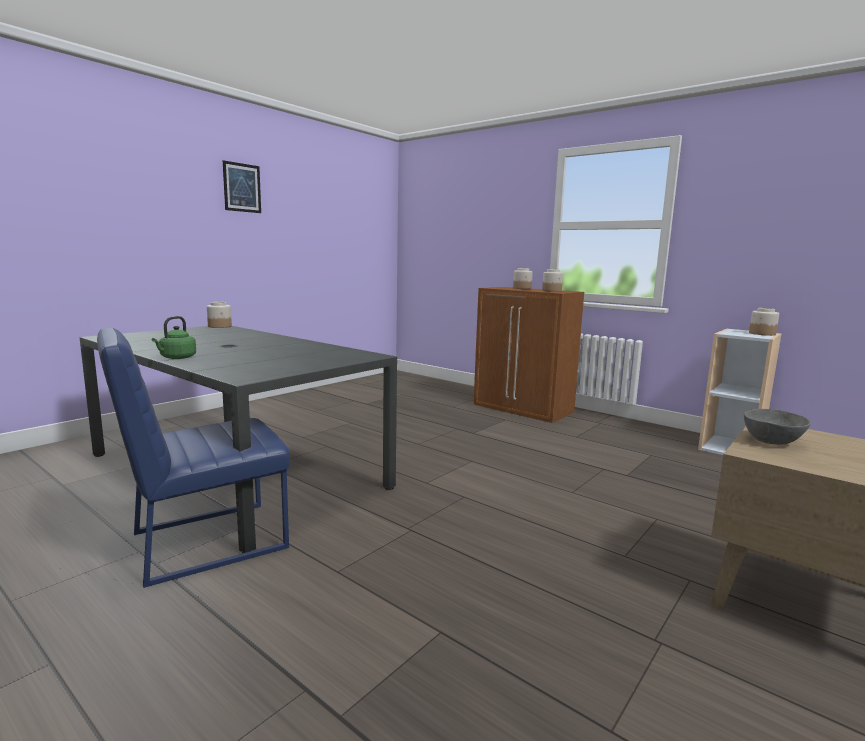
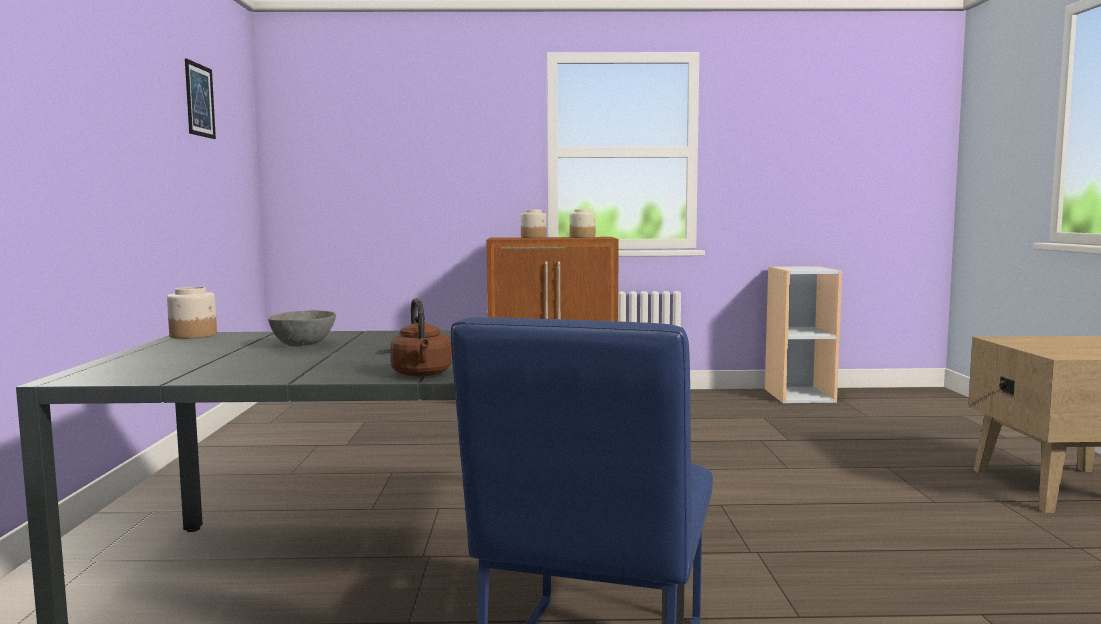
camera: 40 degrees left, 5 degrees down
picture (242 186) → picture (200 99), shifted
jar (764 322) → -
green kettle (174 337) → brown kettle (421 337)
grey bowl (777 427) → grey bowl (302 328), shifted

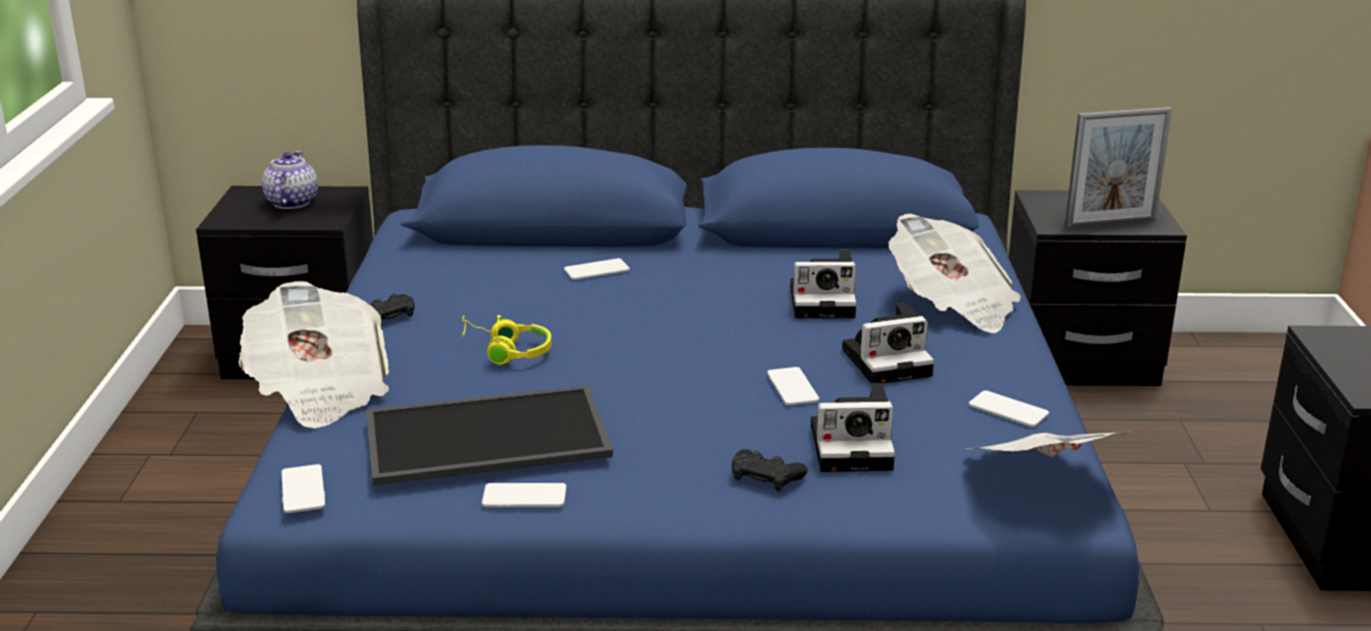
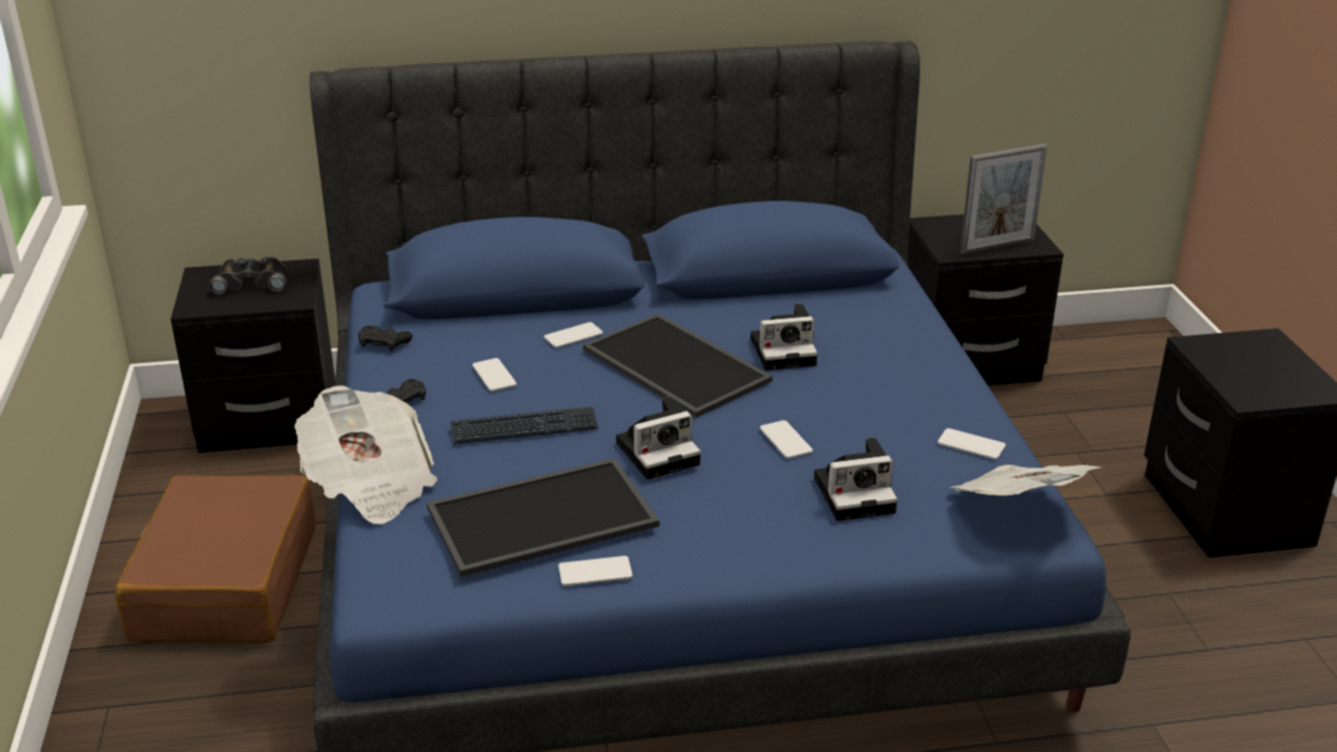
camera: 10 degrees left, 5 degrees up
teapot (290 180) → black binoculars (248 276)
newspaper (955 273) → -
photo camera (888 343) → photo camera (658 438), shifted
yellow headphones (506 340) → keyboard (524 425)
black game controller (770 470) → black game controller (385 338), shifted
phone (303 488) → phone (494 375), shifted
- → tray (678 366)
- → brown suitcase (215 559)

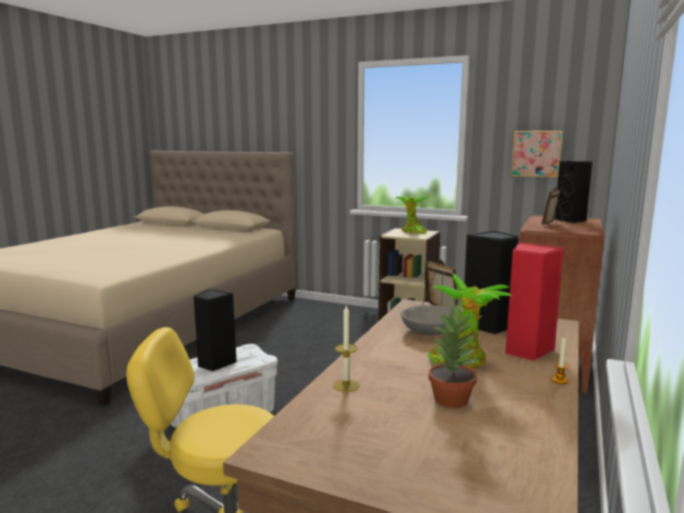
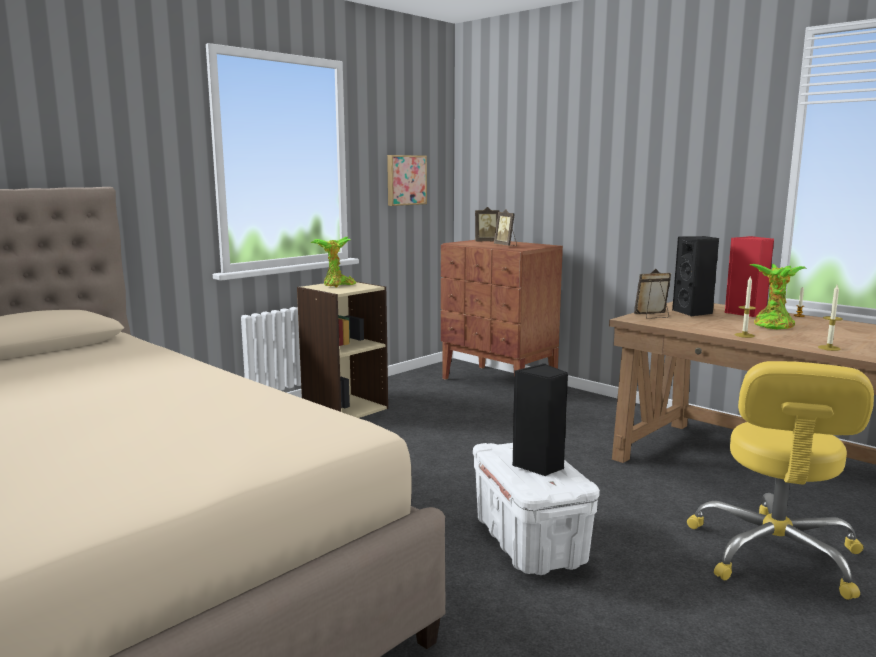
camera: 70 degrees left, 0 degrees up
black speaker (573 192) → picture frame (487 224)
potted plant (454 356) → -
grey bowl (431 320) → -
- → candle (745 306)

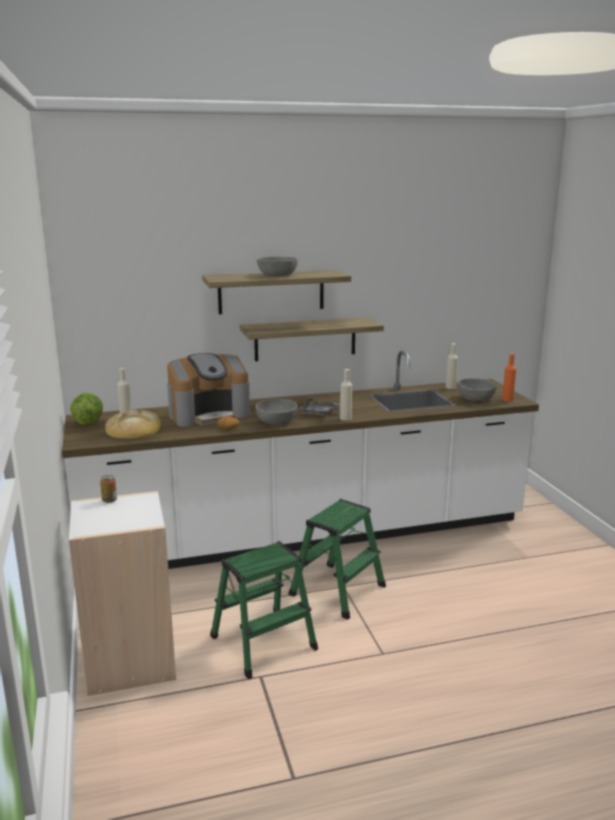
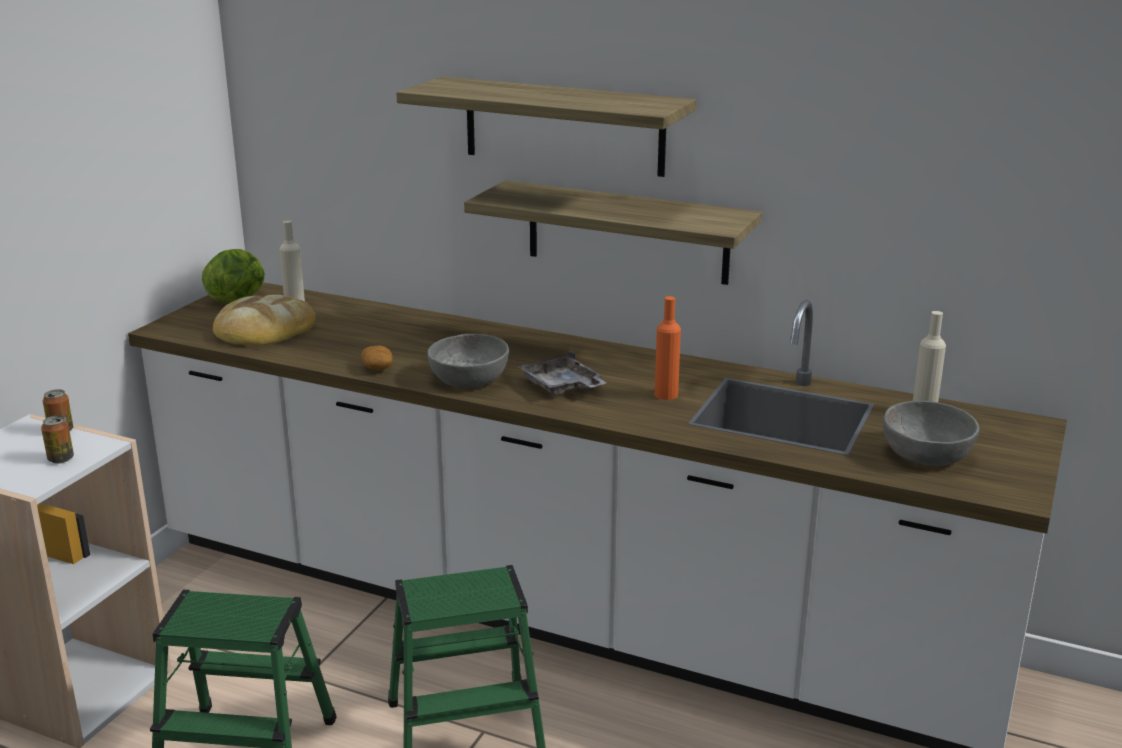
camera: 40 degrees right, 5 degrees up
grey bowl (277 266) → -
coffee machine (208 390) → -
orange bottle (509 378) → orange bottle (668 348), shifted
beige bottle (346 395) → -
- → can (57 439)

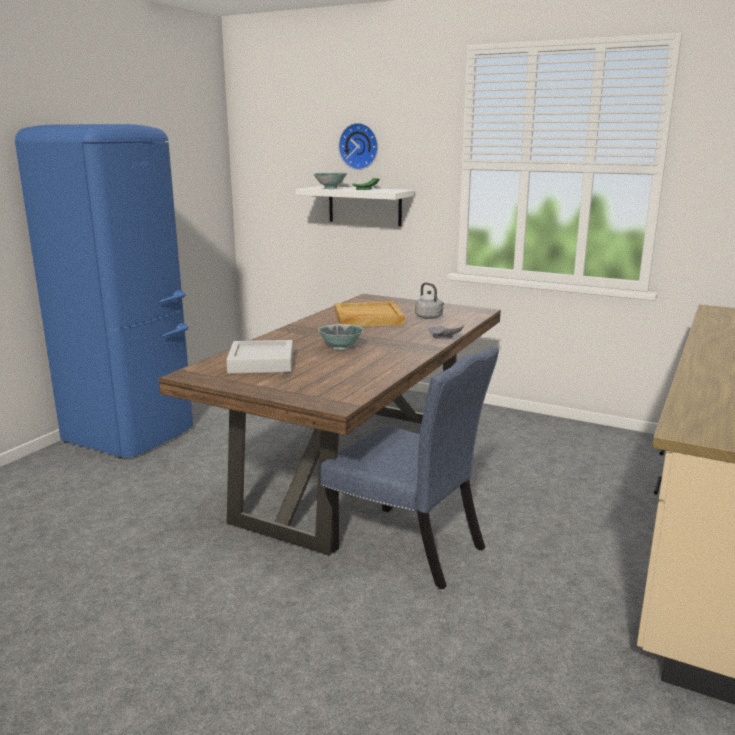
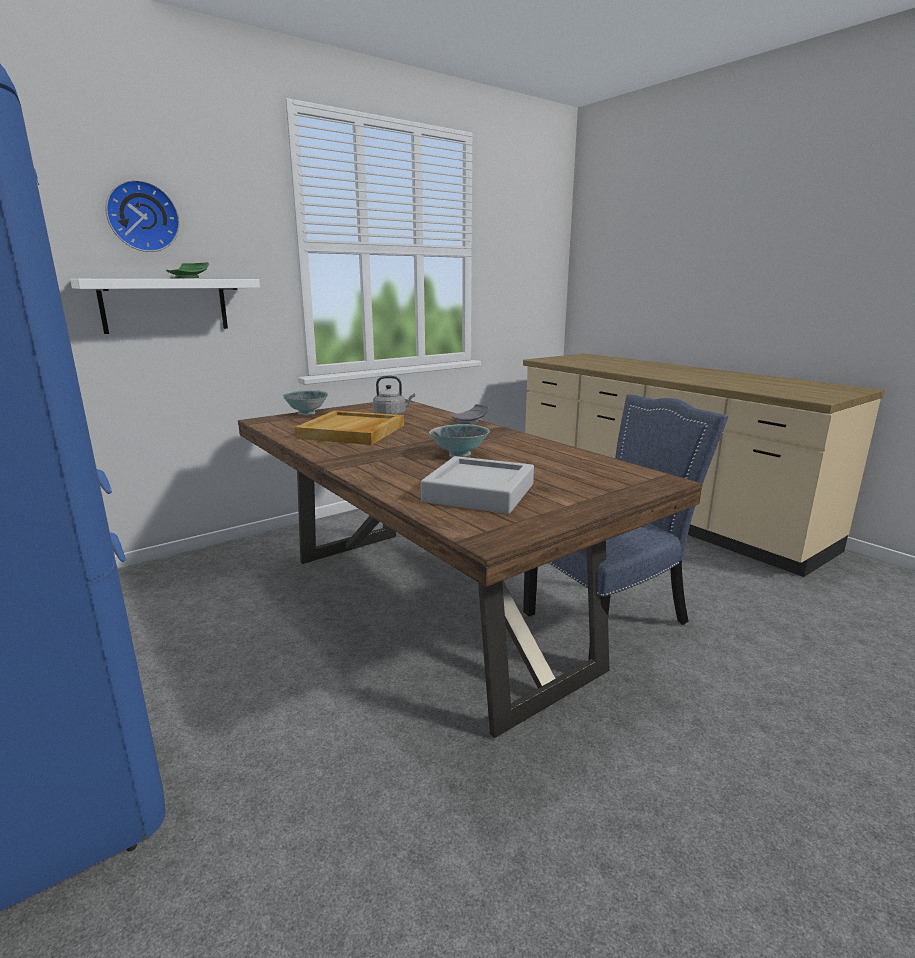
camera: 65 degrees left, 0 degrees up
bowl (330 181) → bowl (305 402), shifted

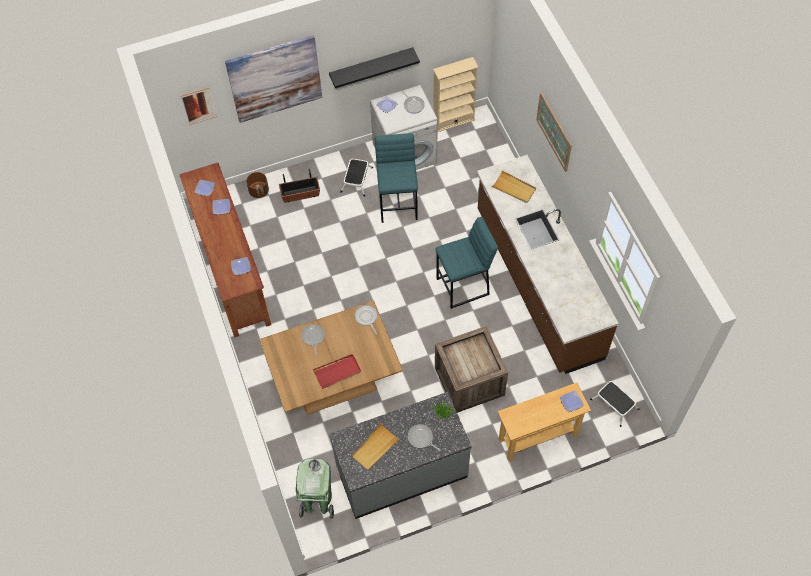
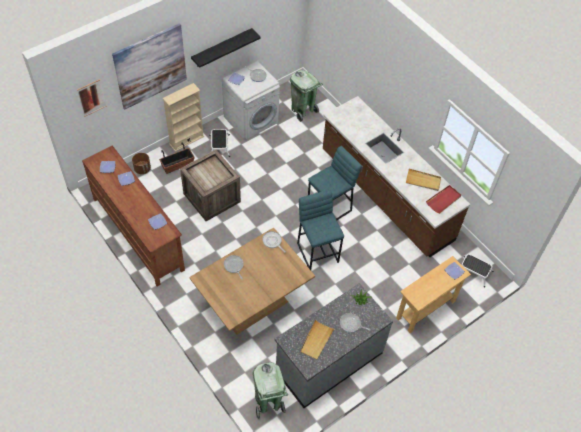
camera: 20 degrees left, 5 degrees down
beige bookcase (456 94) → beige bookcase (183 117), shifted
picture (554 132) → -
turquoise stool (396 178) → turquoise stool (320 230), shifted
beige tray (514 187) → beige tray (423 180), shifted
crate (471 369) → crate (210 185), shifted
red tray (337 371) → red tray (443 199), shifted
- → green trash can (306 96)

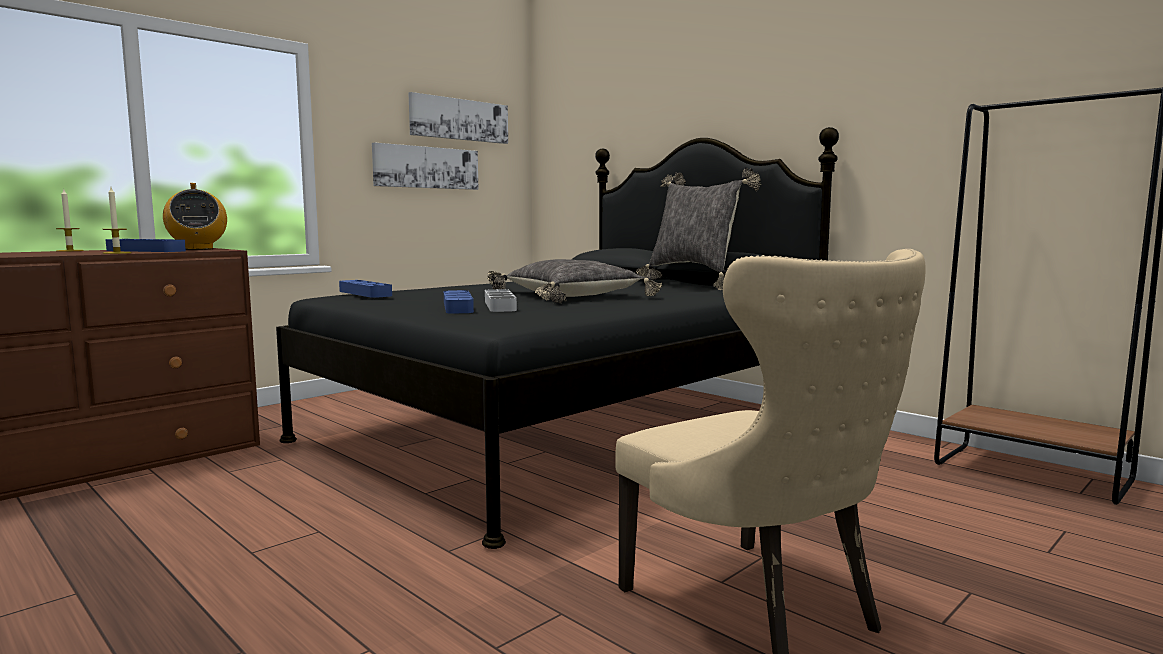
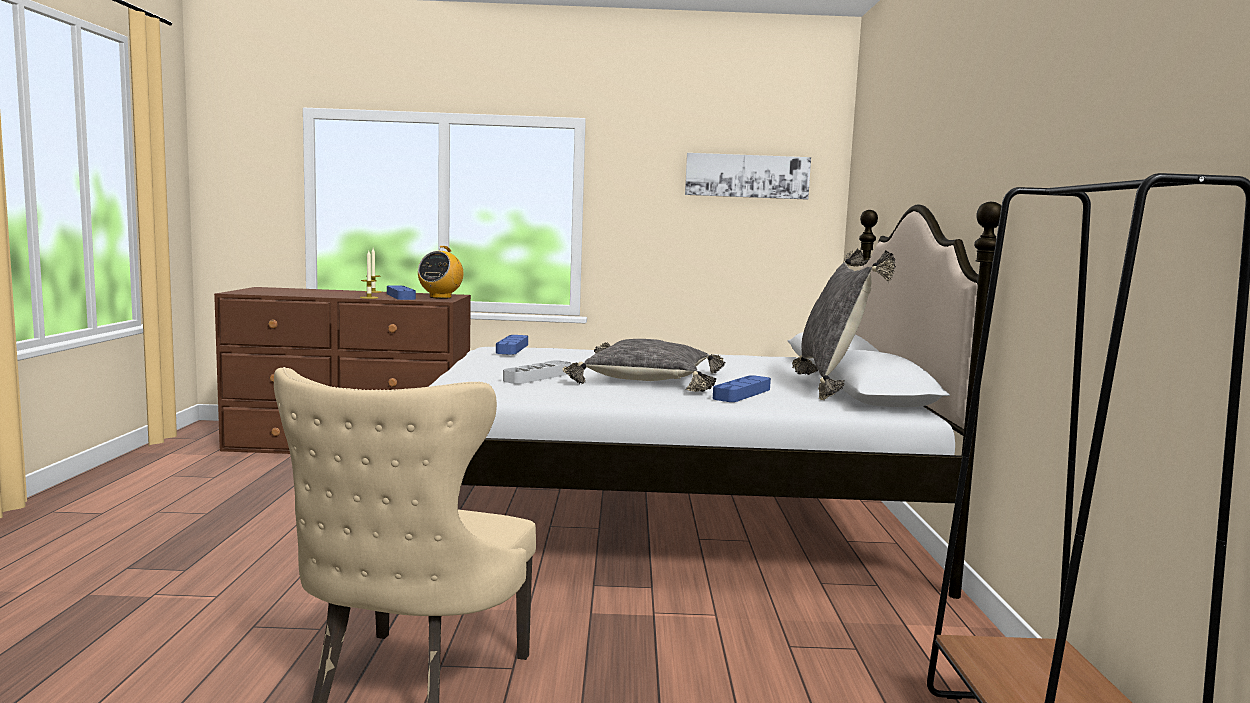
camera: 45 degrees right, 0 degrees up
black bed (557 338) → white bed (714 400)
picture (425 166) → -
blue tray (459 302) → blue tray (742 388), shifted

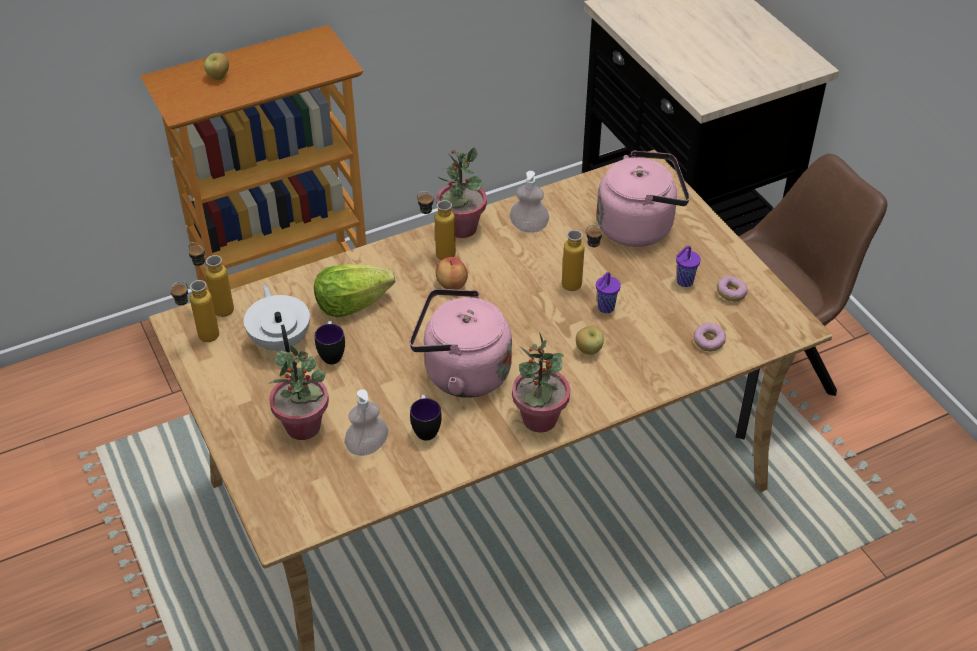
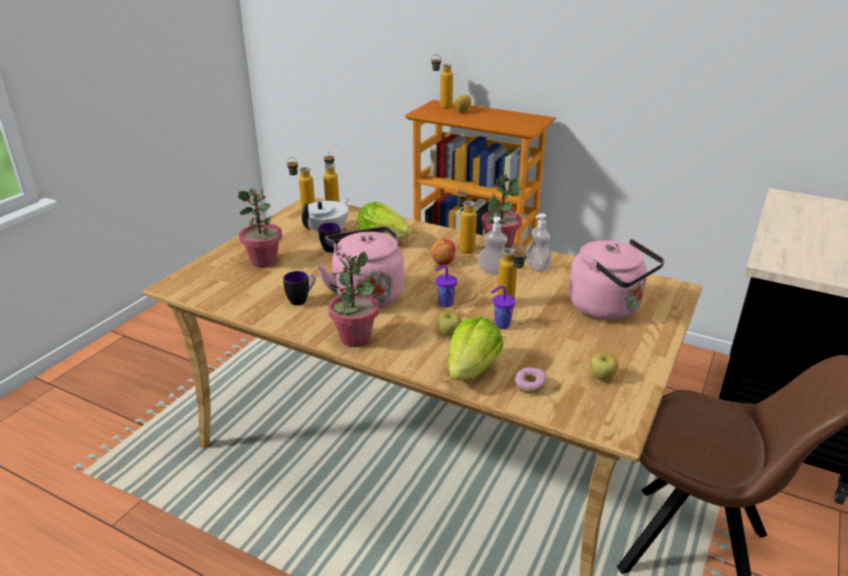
camera: 55 degrees right, 15 degrees down
purple cup (688 266) → purple cup (446 286), shifted
donut (732 288) → apple (604 365)
soap dispenser (366 422) → soap dispenser (493 246), shifted
- → bottle (442 81)
- → lettuce (475 349)

